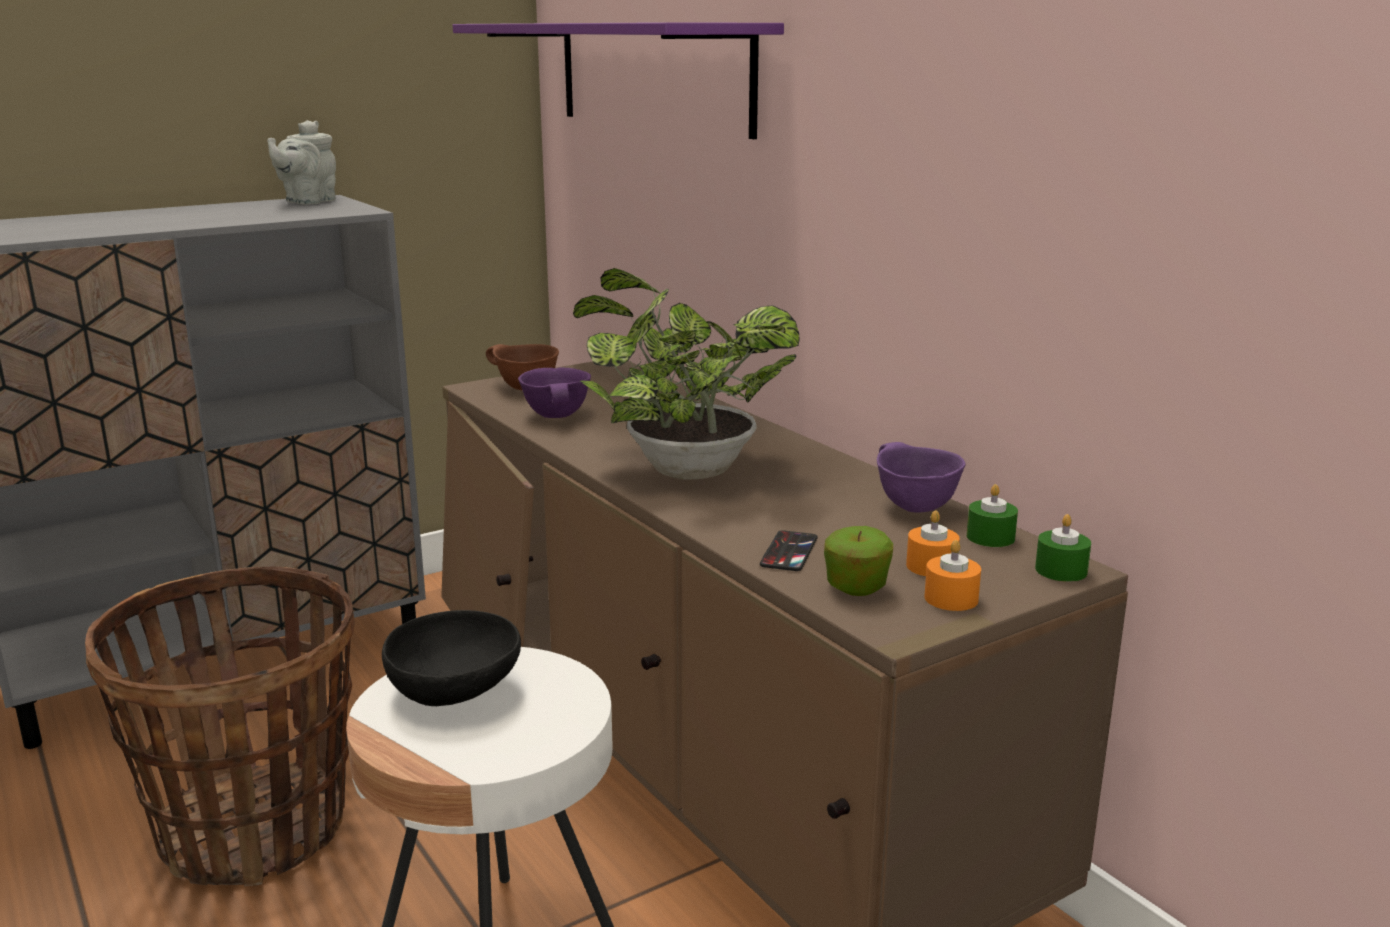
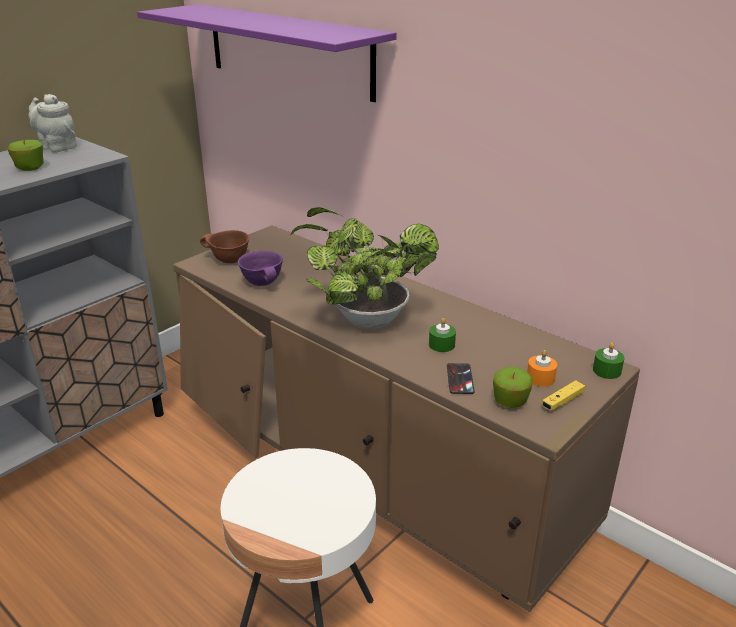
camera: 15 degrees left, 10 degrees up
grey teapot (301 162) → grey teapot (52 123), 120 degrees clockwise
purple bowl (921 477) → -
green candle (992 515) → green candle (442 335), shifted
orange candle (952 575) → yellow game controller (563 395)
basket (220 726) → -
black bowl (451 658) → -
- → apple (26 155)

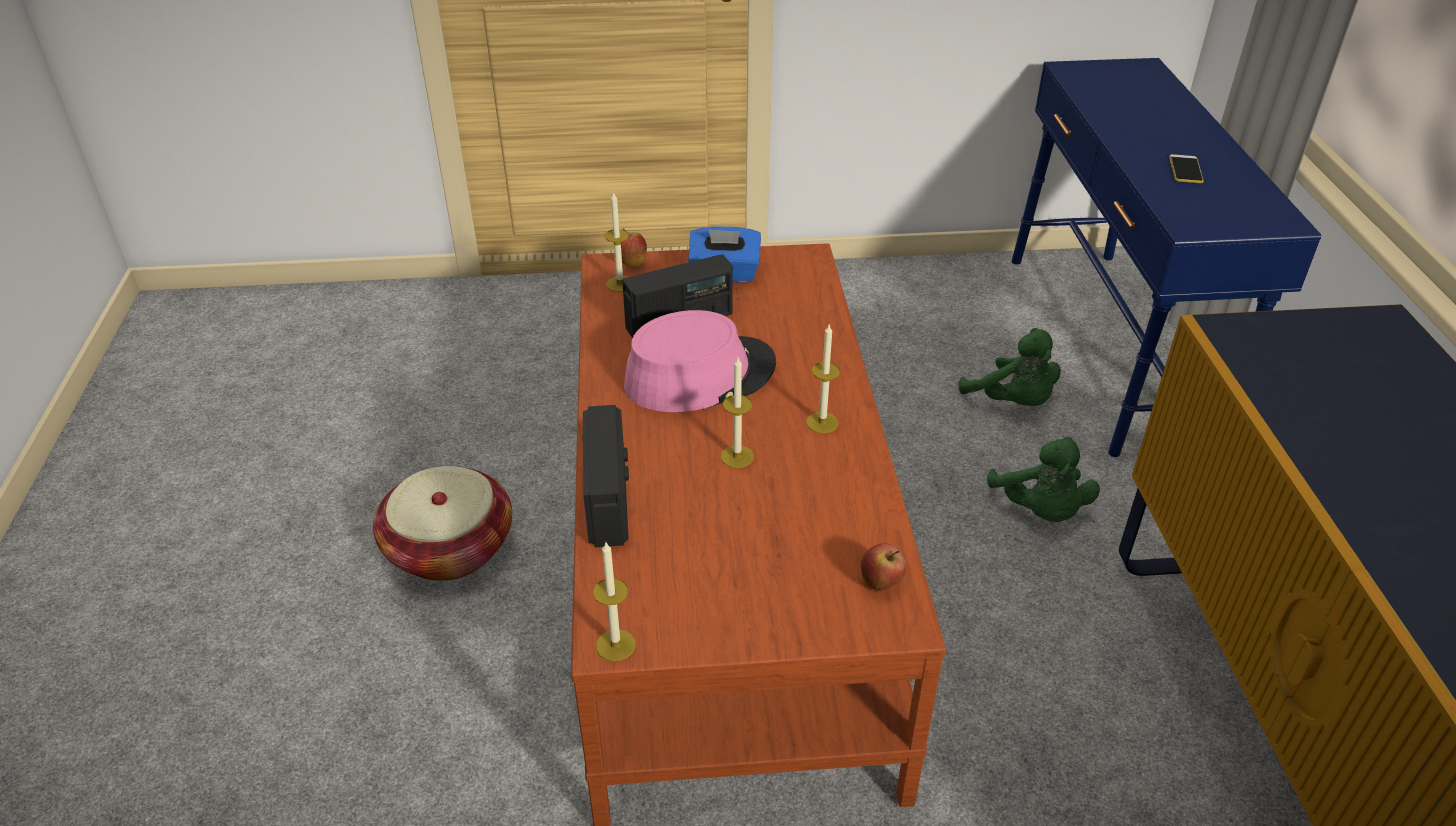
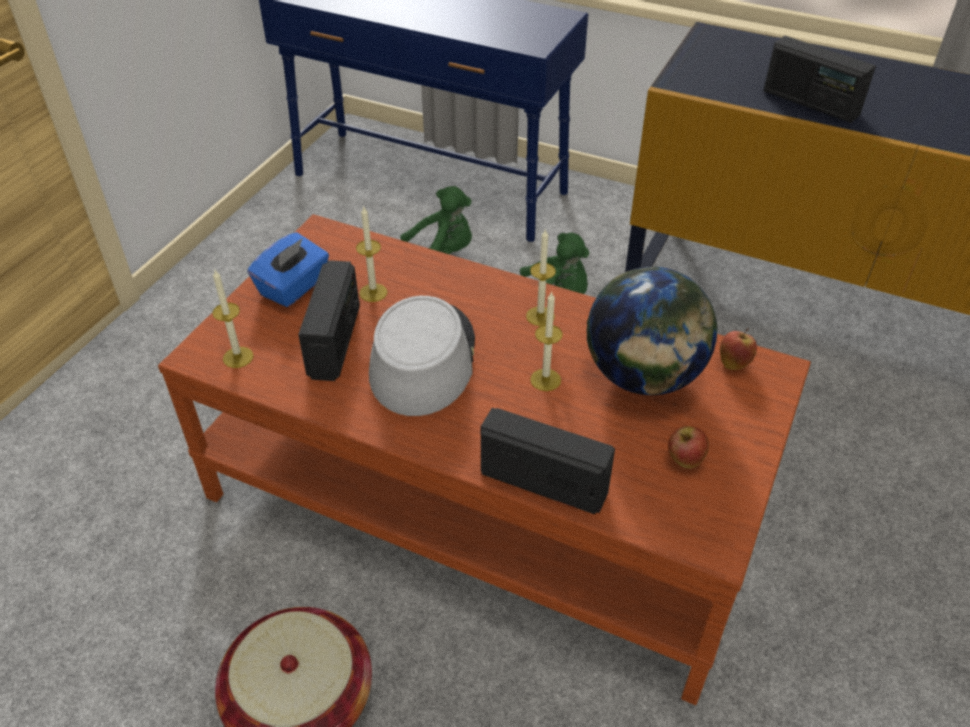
camera: 60 degrees left, 5 degrees up
phone (1186 168) → -
apple (634 247) → apple (688 447), shifted
pink hat (700 361) → grey hat (422 356)
candle (614 601) → candle (372 253), shifted
- → radio (819 79)
- → globe (652 331)

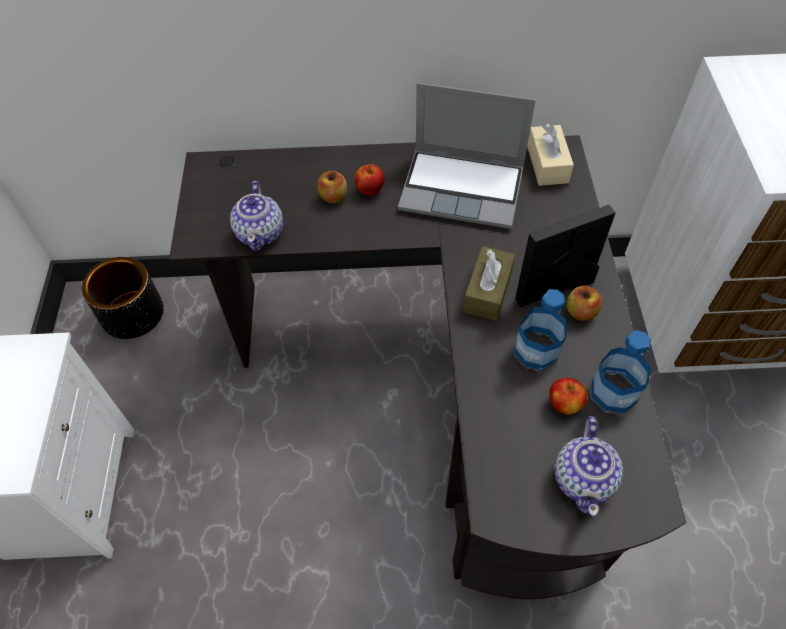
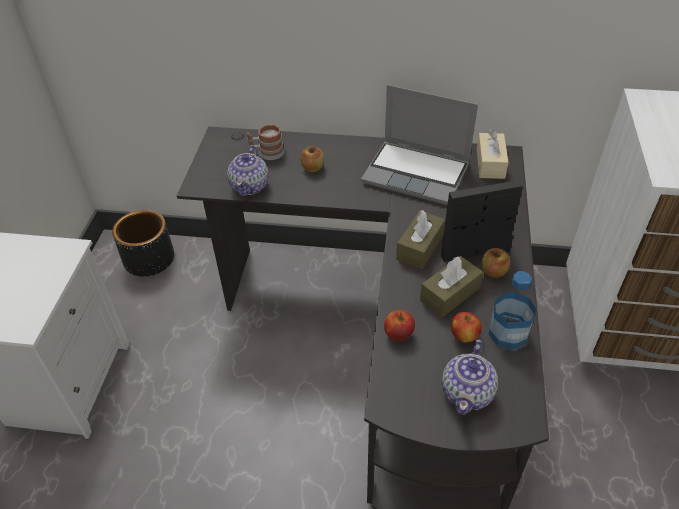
camera: 10 degrees right, 10 degrees down
apple (370 179) → apple (399 325), shifted
bottle (540 329) → brown tissue box (451 286)
- → mug (266 142)

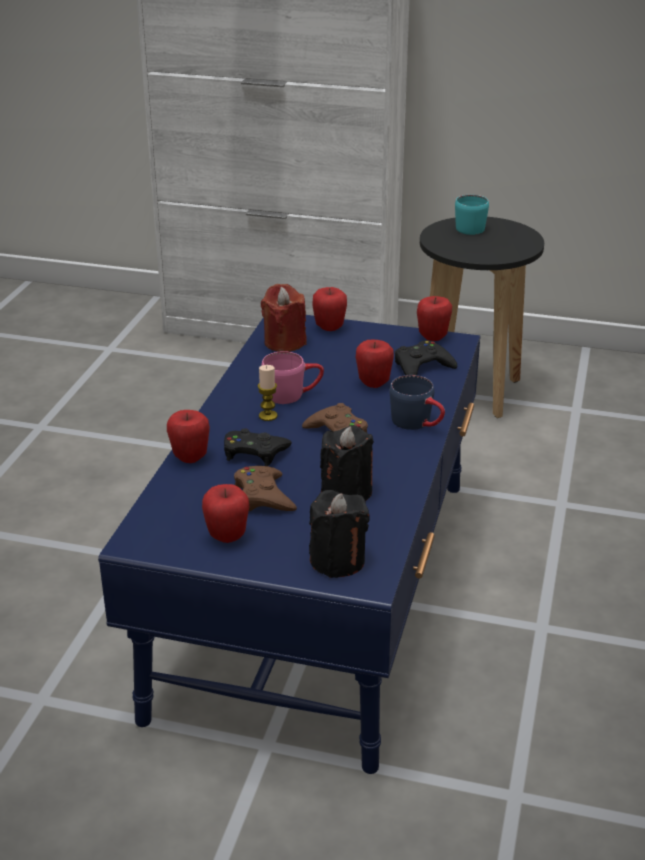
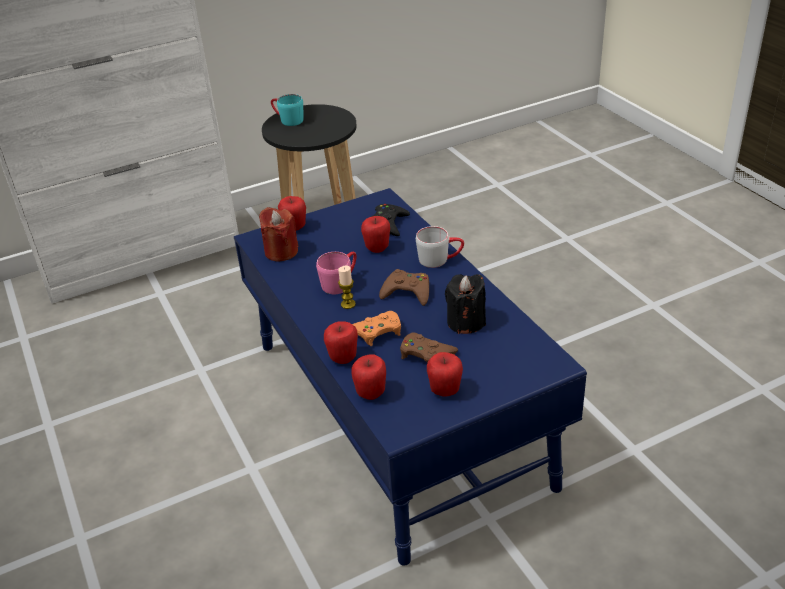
camera: 40 degrees left, 5 degrees up
apple (434 318) → apple (368 377), shifted
blue mug (417 402) → grey mug (440 247)
black game controller (258 447) → orange game controller (376 328)
black candle (339 534) → -

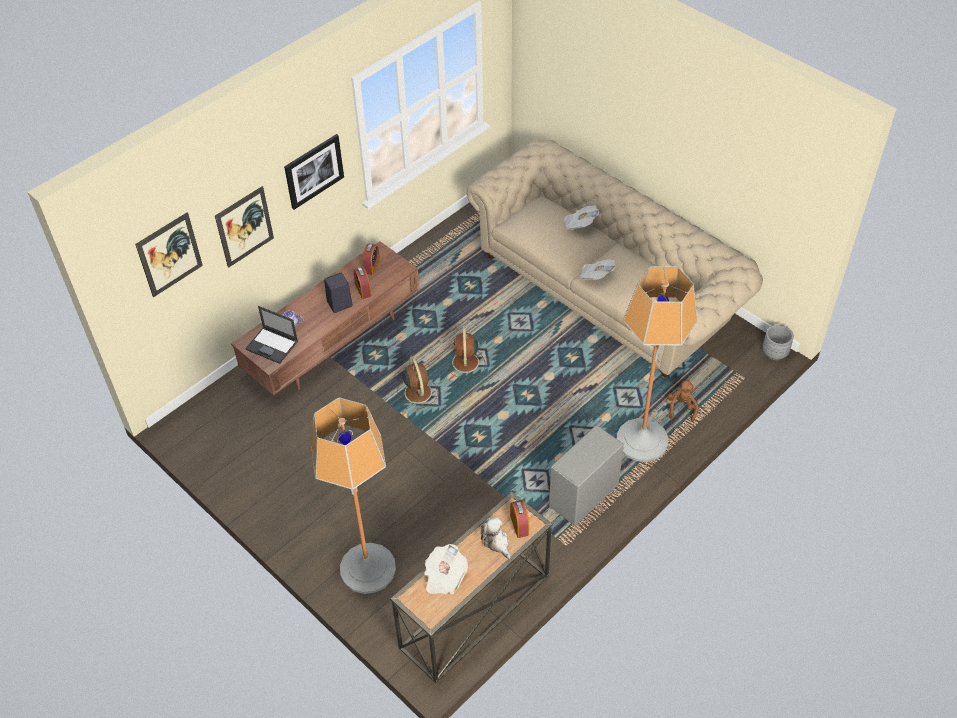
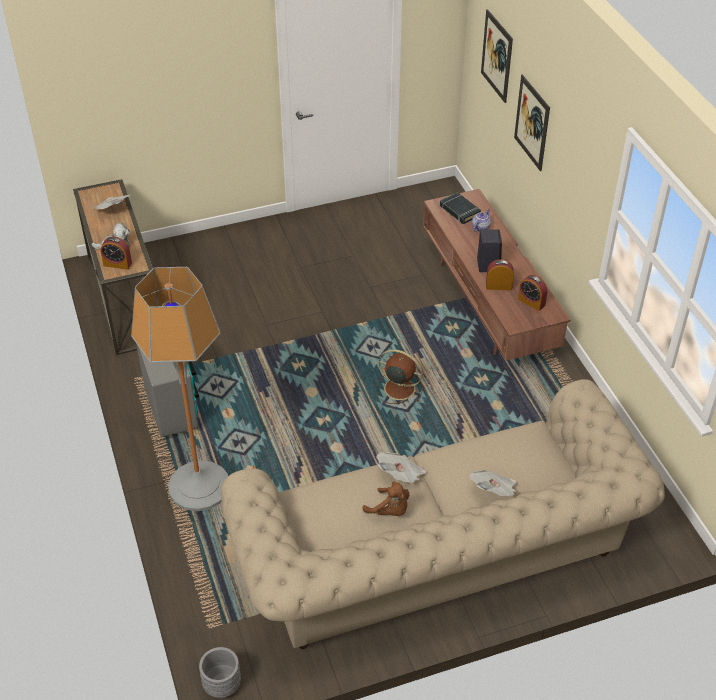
camera: 115 degrees right, 5 degrees down
picture (314 172) → -
laptop (271 335) → black book (460 208)
brown fan (417 383) → -
brown plush toy (682 401) → brown plush toy (386 498), shifted
floor lamp (353 496) → -

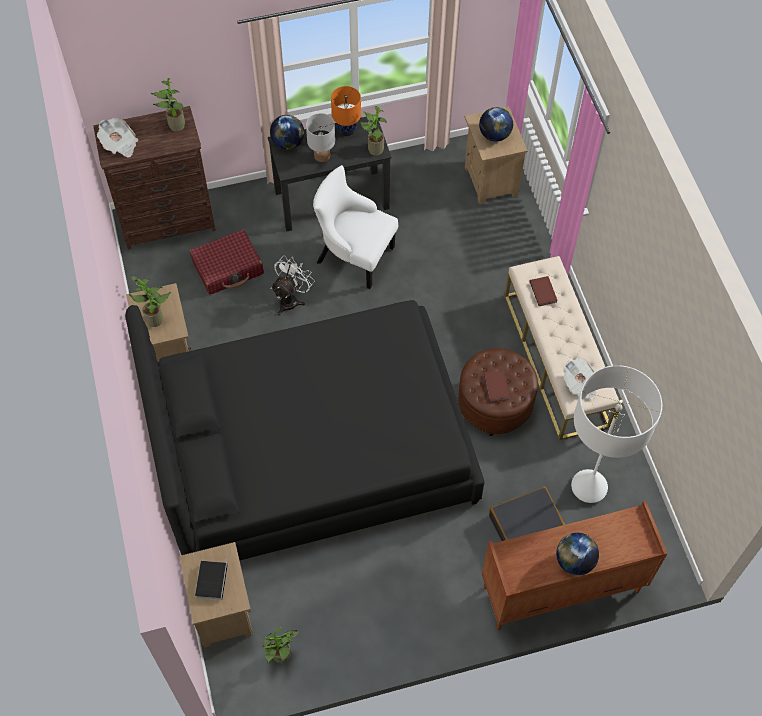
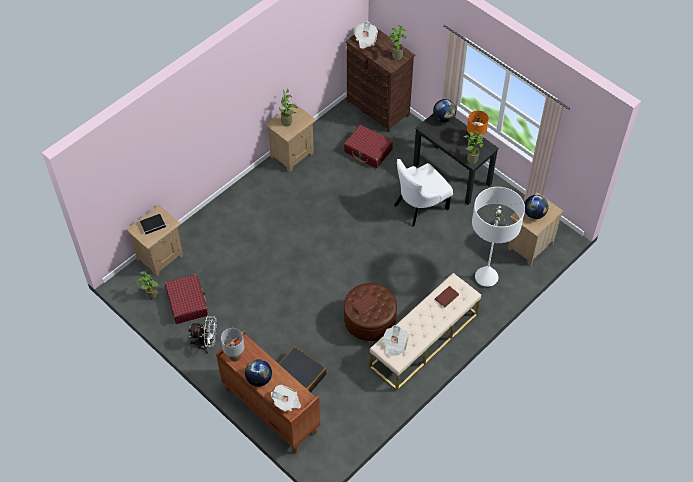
camera: 60 degrees right, 5 degrees down
grey table lamp (320 137) → grey table lamp (232 345), shifted
white chair (356 227) → white chair (423 193), 120 degrees counterclockwise
white fan (293 286) → white fan (202 334), shifted
black bed (304 430) → -
white floor lamp (616 434) → white floor lamp (498 237), shifted
- → red suitcase (186 299)
- → newspaper (286 398)

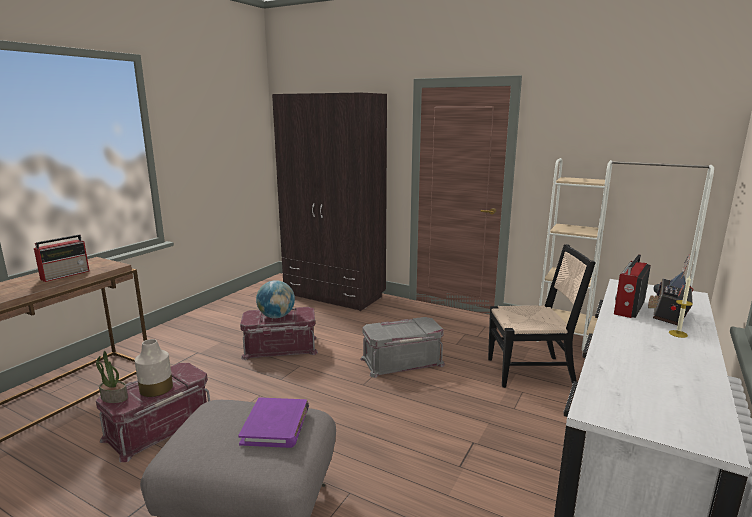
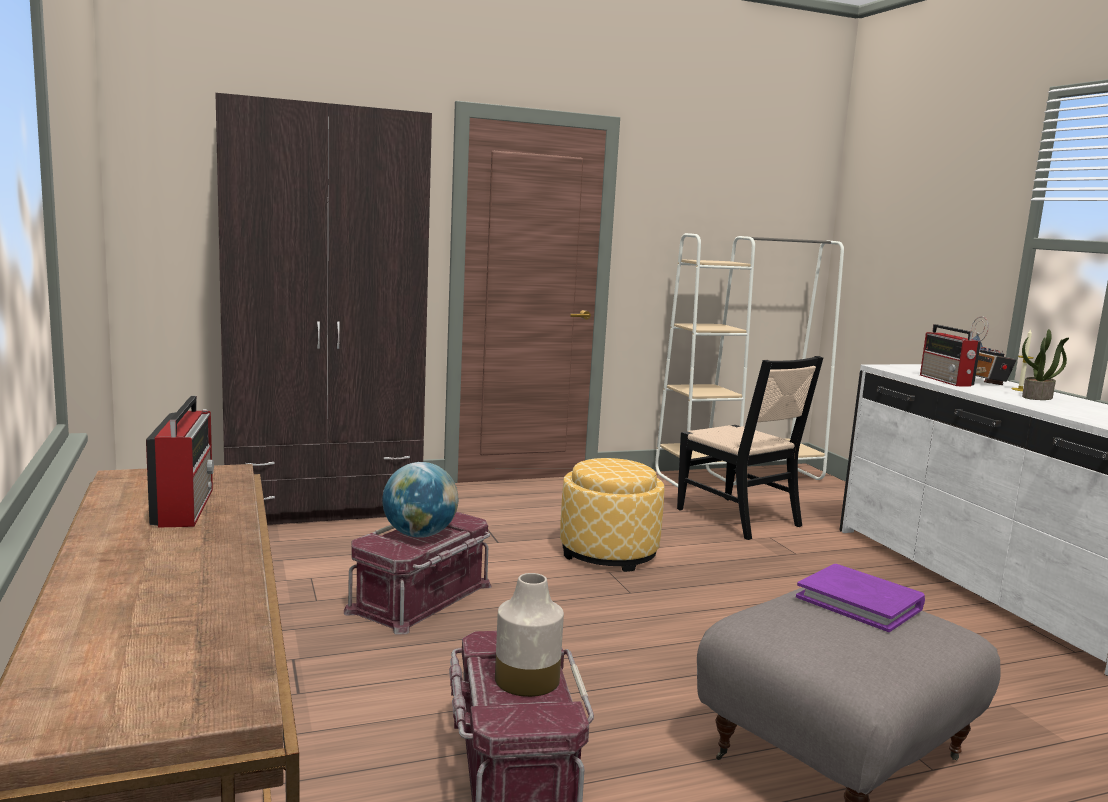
camera: 50 degrees left, 5 degrees down
chair (542 316) → chair (750 448), 105 degrees clockwise
grey storage box (402 347) → ottoman (612 515)
potted plant (112 377) → potted plant (1045 364), shifted

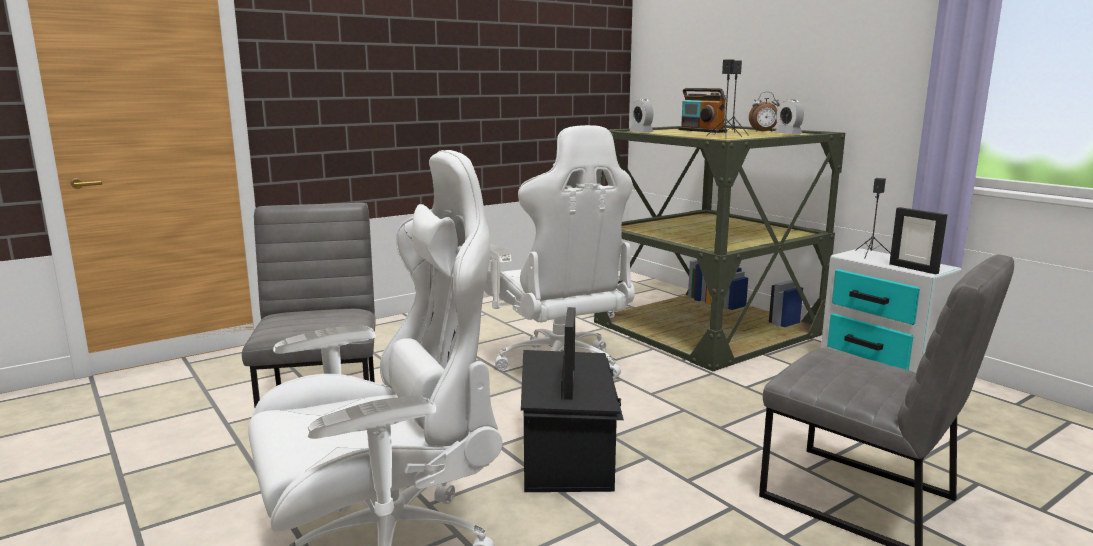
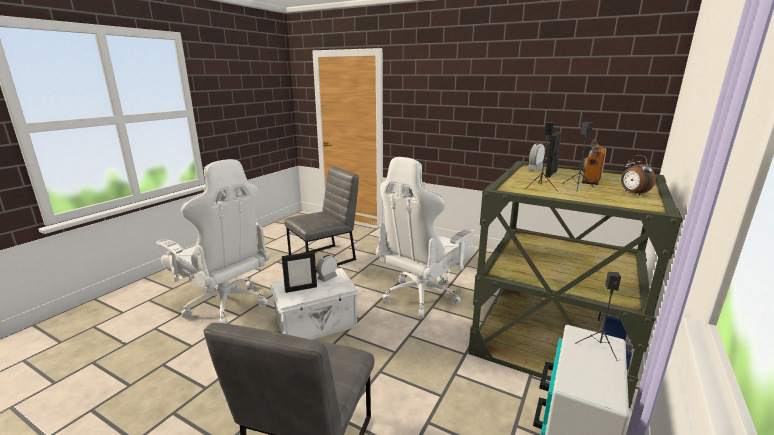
camera: 65 degrees right, 5 degrees up
alarm clock (789 116) → alarm clock (327 268), shifted
picture frame (918 240) → picture frame (553 154), shifted
black storage box (572 421) → white storage box (315 304)

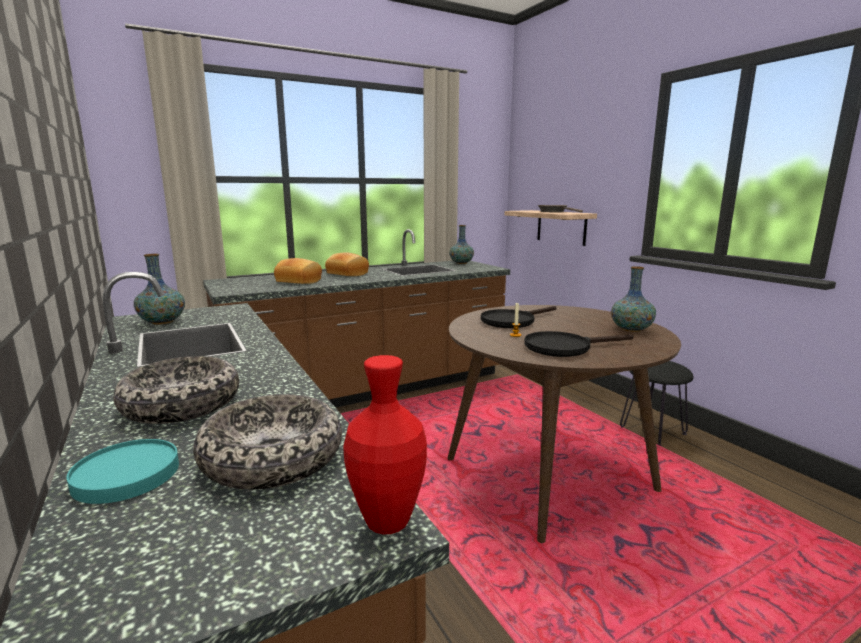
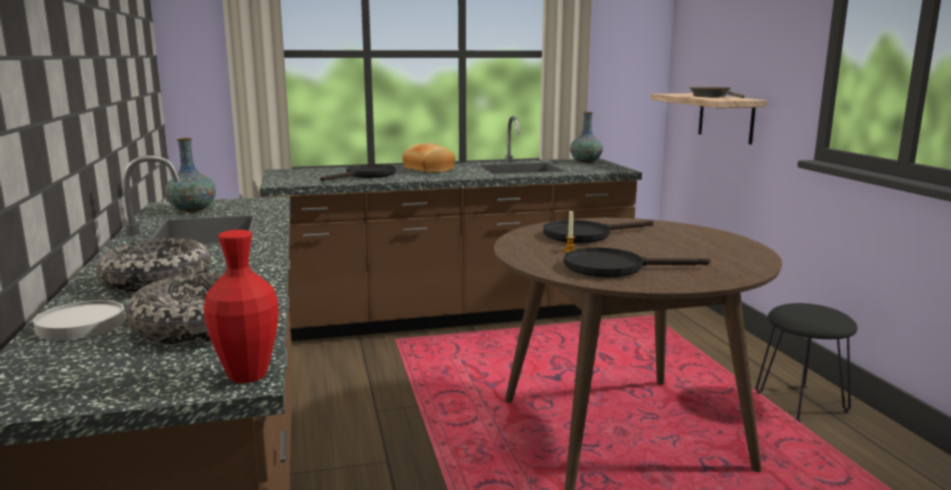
camera: 15 degrees right, 0 degrees up
bread (298 271) → black frying pan (358 172)
vase (633 299) → -
turquoise plate (123 471) → white plate (79 320)

